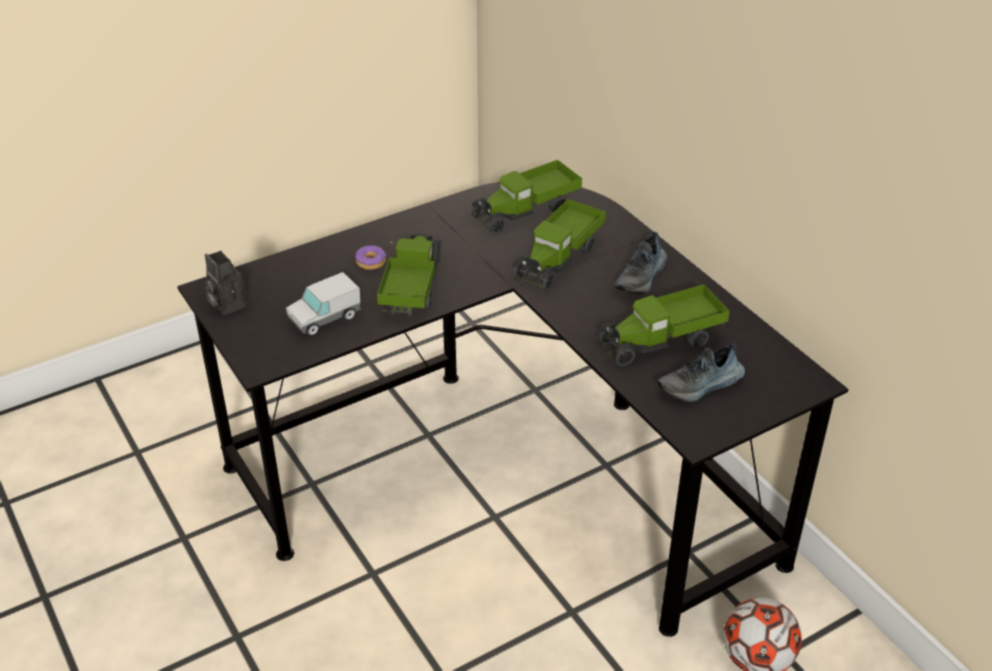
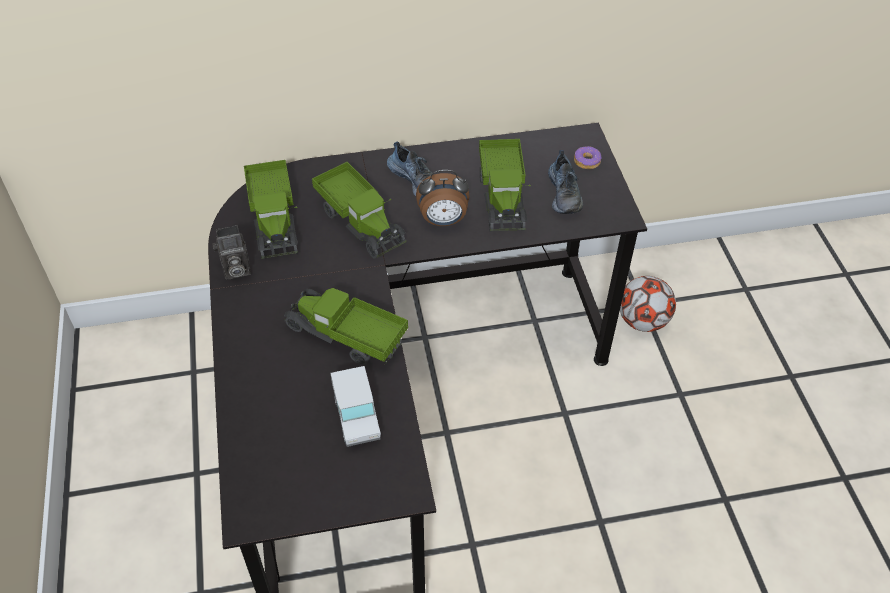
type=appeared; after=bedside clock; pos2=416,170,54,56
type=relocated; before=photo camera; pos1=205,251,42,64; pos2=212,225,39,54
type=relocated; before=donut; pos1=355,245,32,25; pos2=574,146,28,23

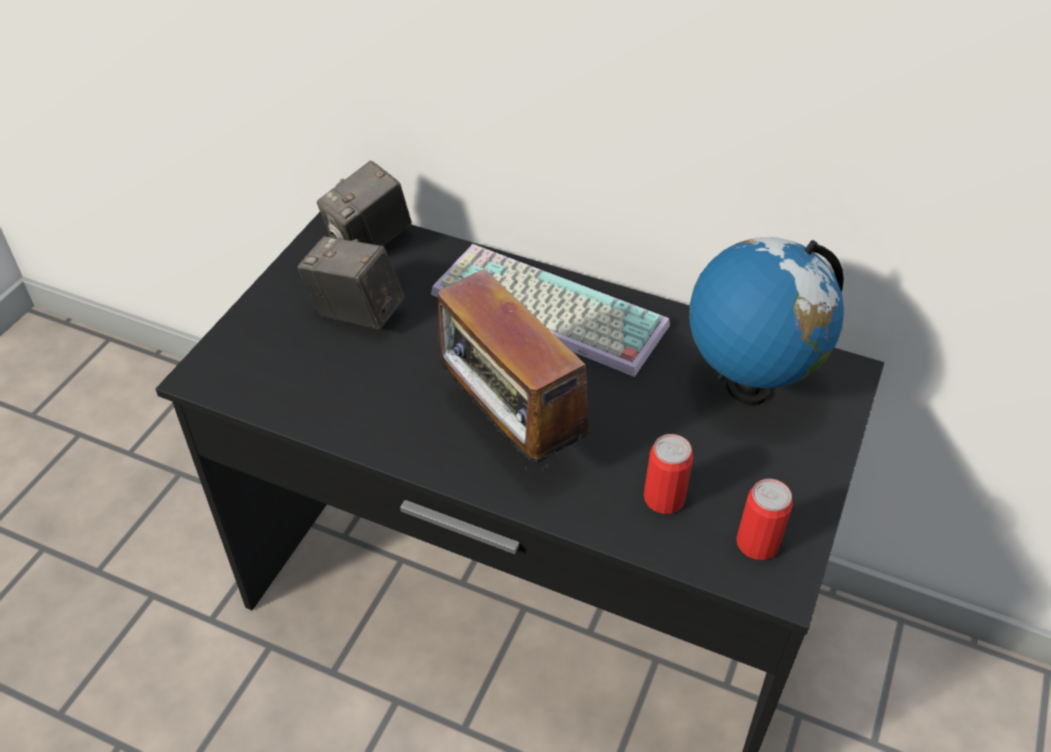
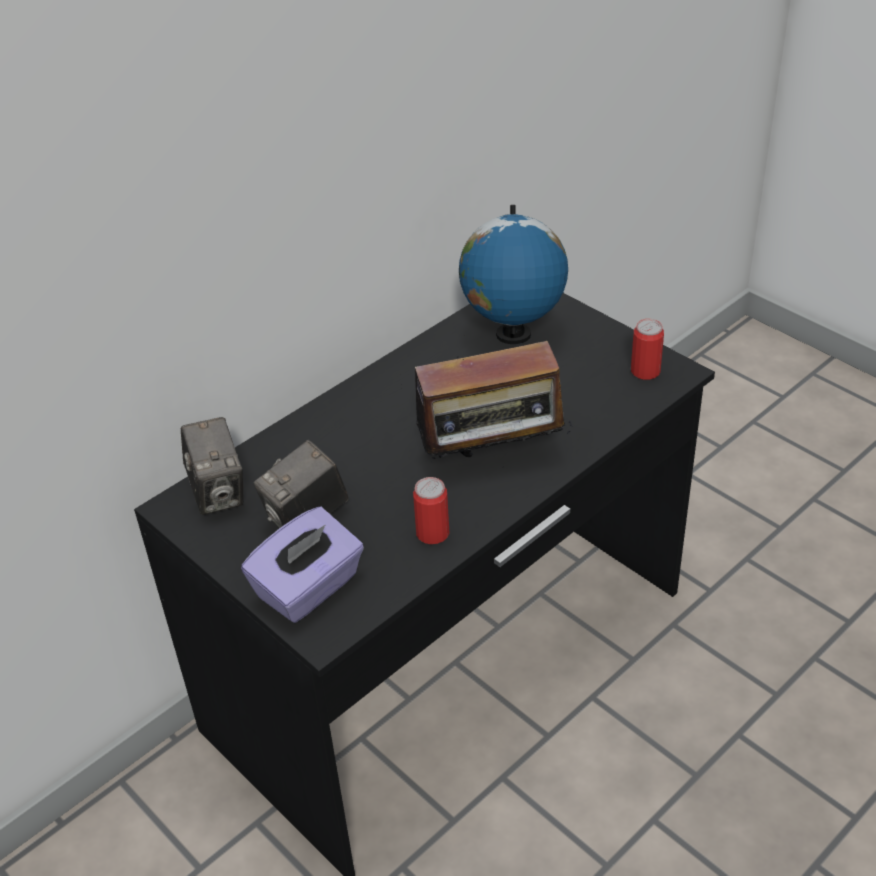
type=missing; before=PC keyboard; pos1=431,244,239,133
type=appeared; after=purple-coloured tissue box; pos2=241,507,123,116
type=relocated; before=metal can; pos1=644,434,49,80; pos2=413,477,36,67

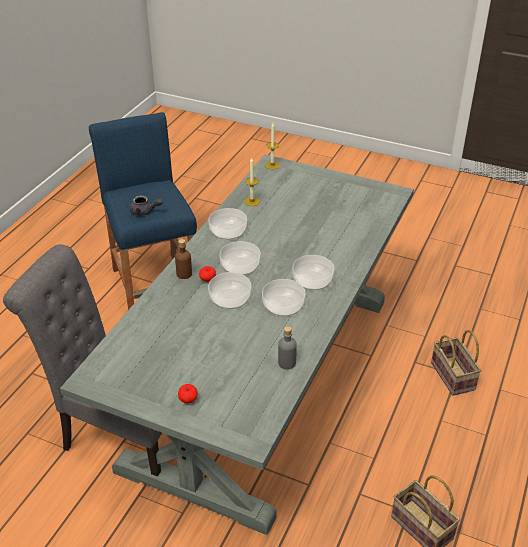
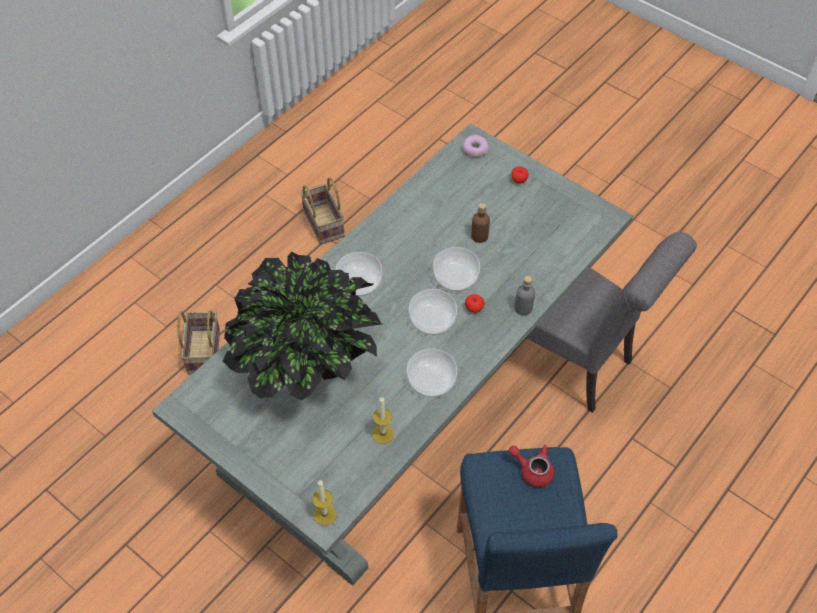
type=missing; before=serving bowl; pos1=262,279,44,38
type=appeared; after=plant in a pot; pos2=223,252,159,149
type=appeared; after=donut; pos2=463,135,26,22
type=relocated; before=brownish drink bottle; pos1=175,239,17,40; pos2=471,203,19,40
type=relocated; before=grey drink bottle; pos1=278,326,19,44; pos2=514,276,21,40
type=colour; before=grey pot for tea; after=red pot for tea; pos1=130,195,33,21; pos2=508,445,46,43

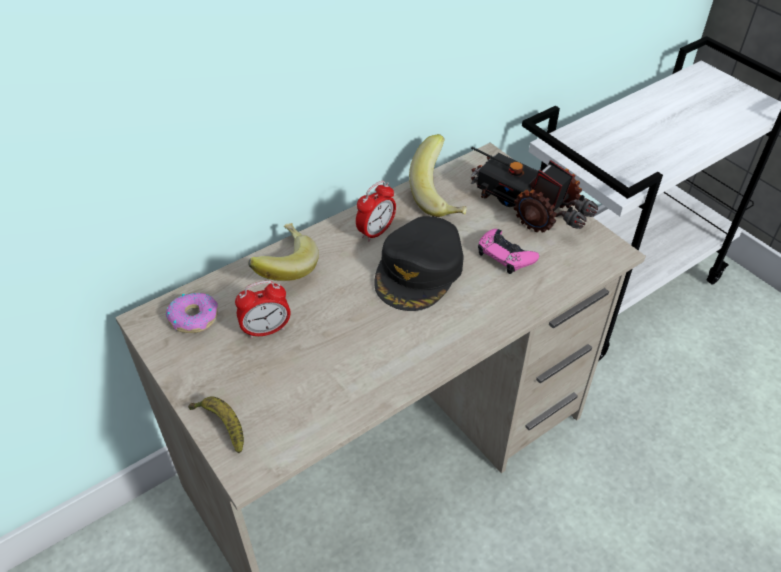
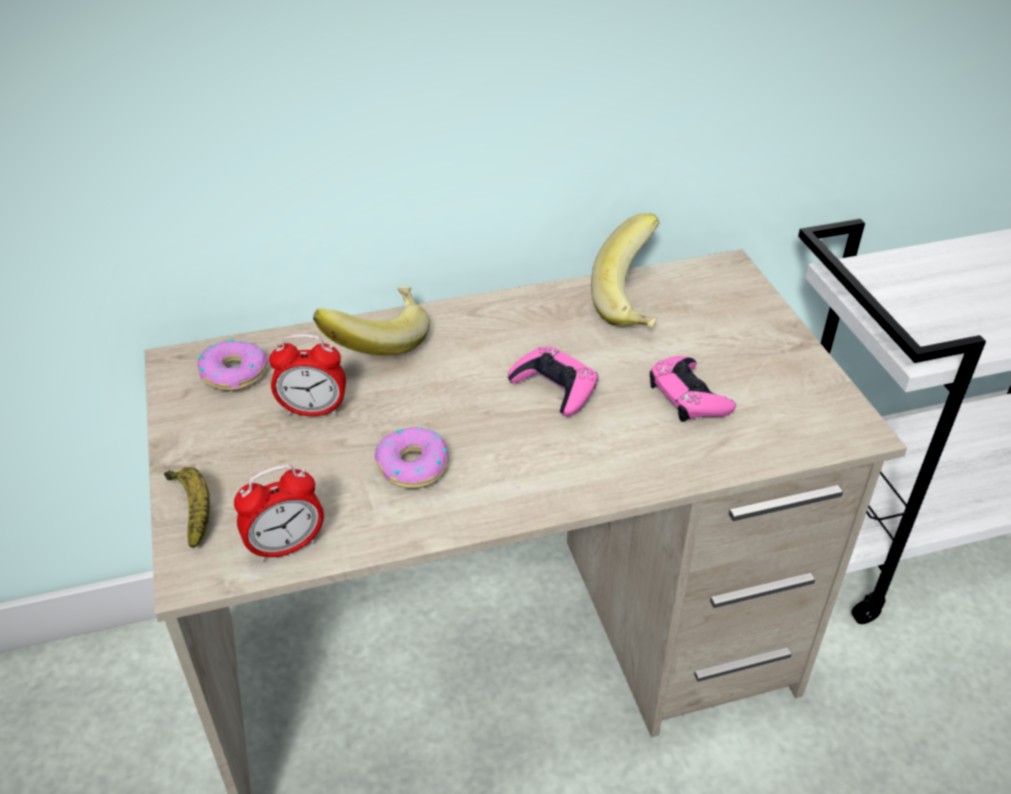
type=missing; before=model truck; pos1=471,147,127,86
type=appeared; after=donut; pos2=375,427,74,62
type=relocated; before=bedside clock; pos1=356,181,40,61; pos2=234,465,90,97
type=exchanged; before=black cap; after=pinkish game controller; pos1=374,216,90,95; pos2=508,346,90,70

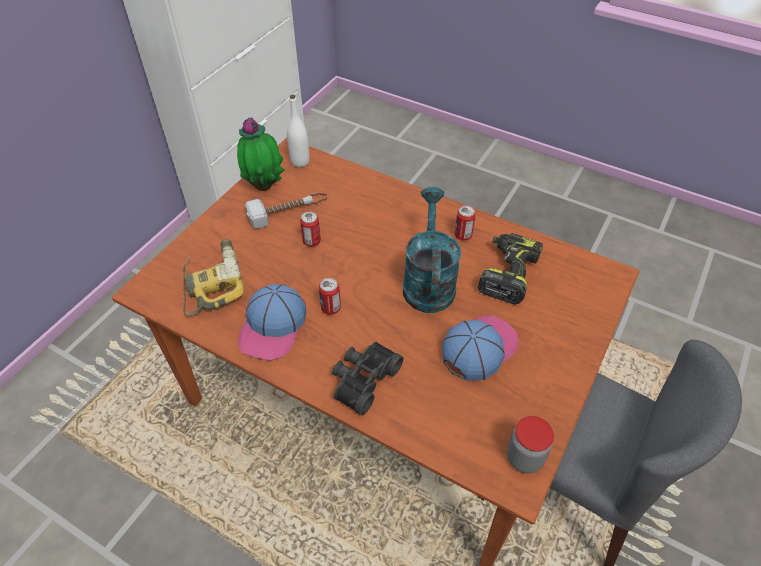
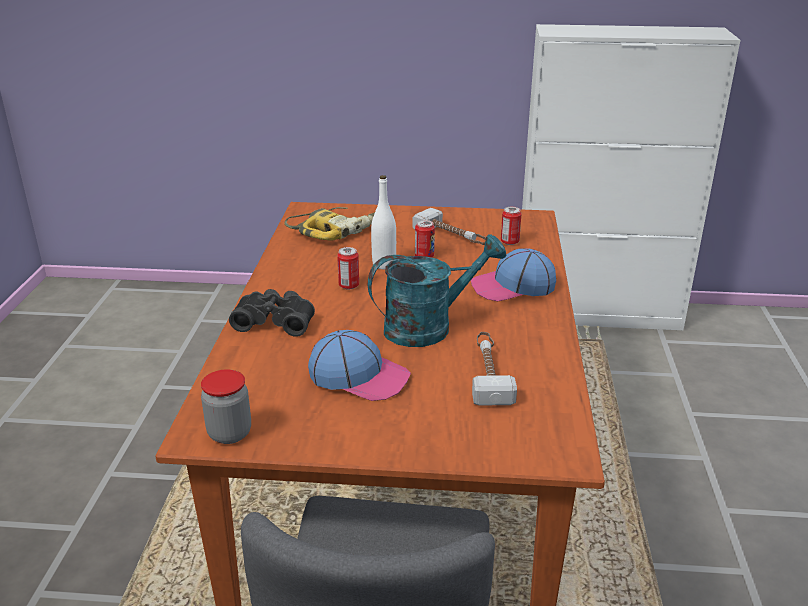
type=missing; before=plant in a pot; pos1=237,117,48,74
type=relocated; before=cap; pos1=238,284,68,77; pos2=471,248,85,53
type=relocated; before=white drink bottle; pos1=287,94,22,73; pos2=371,175,25,94
type=relocated; before=metal can; pos1=455,206,21,34; pos2=501,207,20,38
type=exchanged; before=power drill; after=hammer; pos1=478,233,65,71; pos2=472,332,45,74

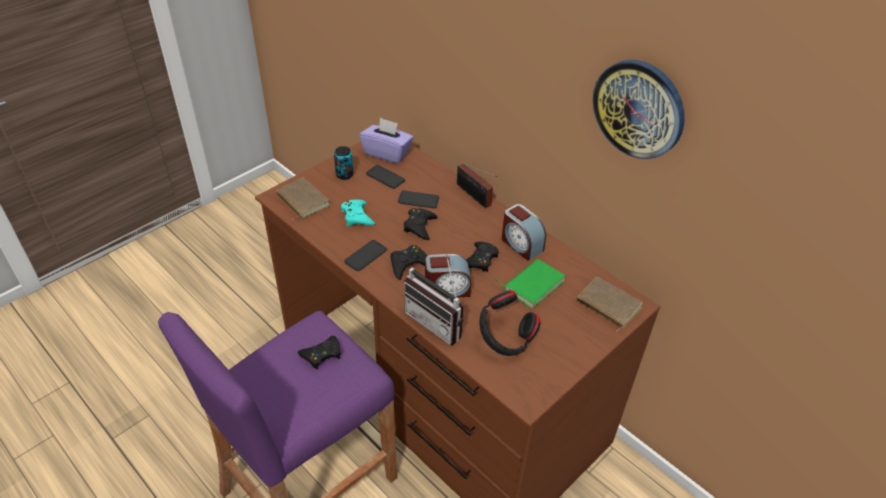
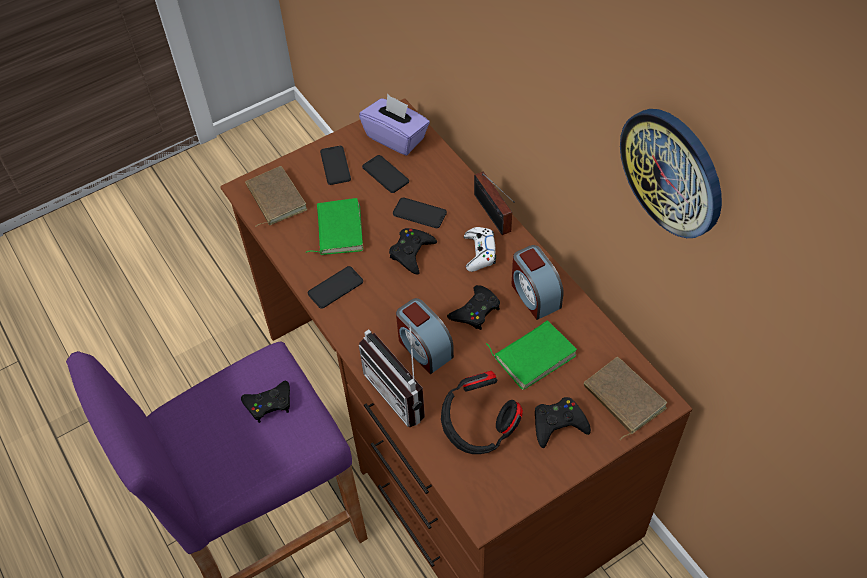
type=appeared; after=white game controller; pos2=464,227,32,45
type=relocated; before=black game controller; pos1=390,245,37,35; pos2=535,397,56,51
type=exchanged; before=metal can; after=phone; pos1=334,146,20,34; pos2=320,146,31,39
type=exchanged; before=blue-green game controller; after=green-coloured volume; pos1=341,199,34,27; pos2=306,198,57,57
type=spun; before=bedside clock; pos1=425,254,46,44; pos2=396,298,58,76; turn=45

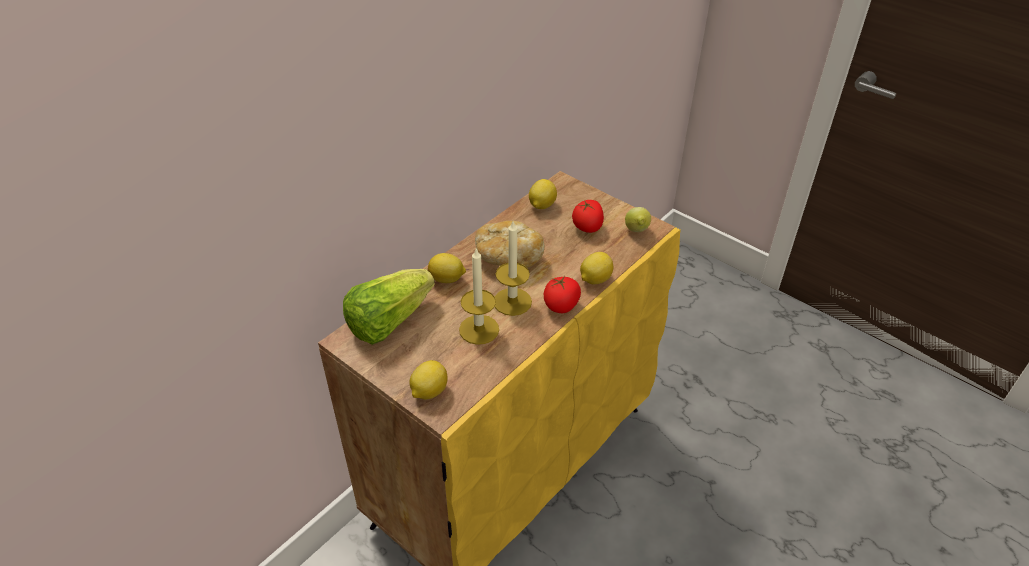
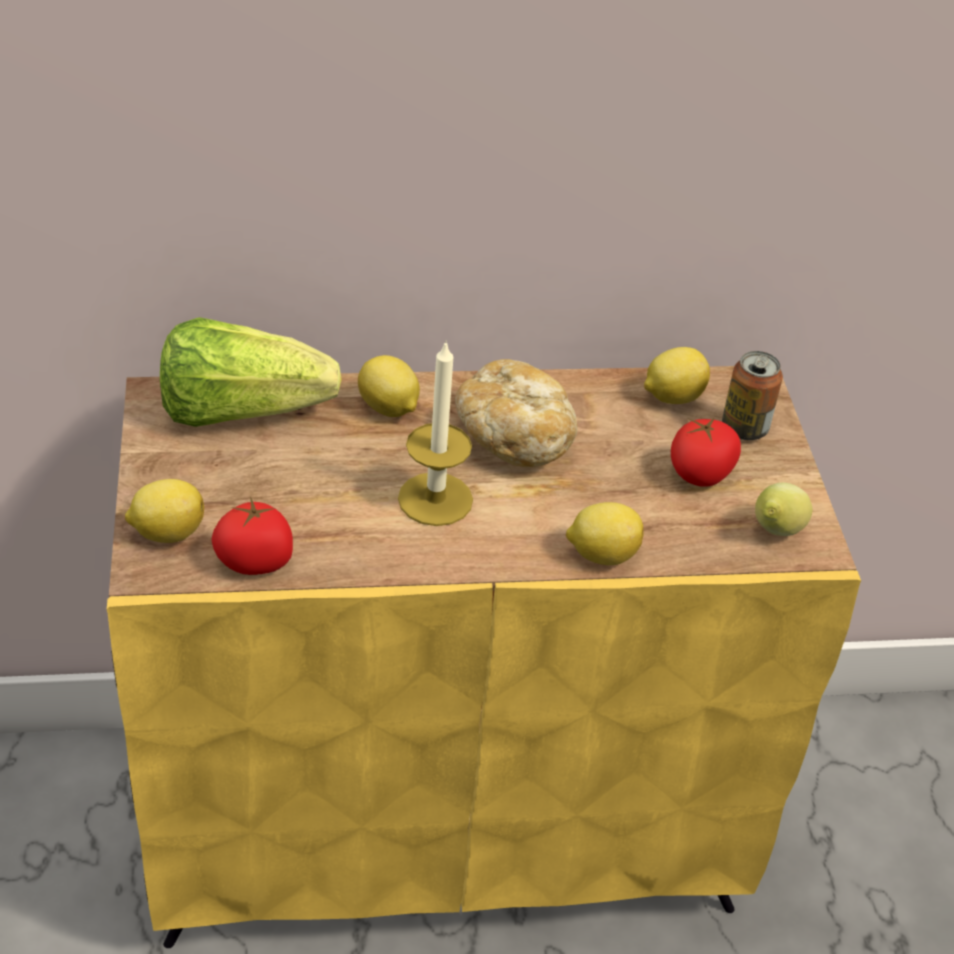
type=missing; before=candle; pos1=459,248,40,97
type=appeared; after=metal can; pos2=722,351,61,89
type=relocated; before=fresh tomato; pos1=544,276,37,37; pos2=212,496,81,79

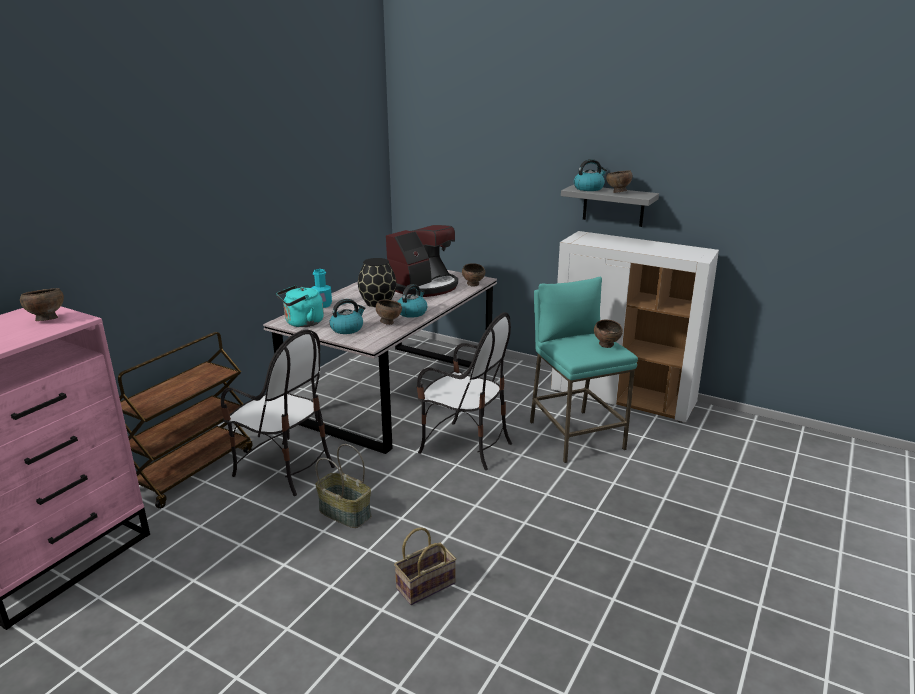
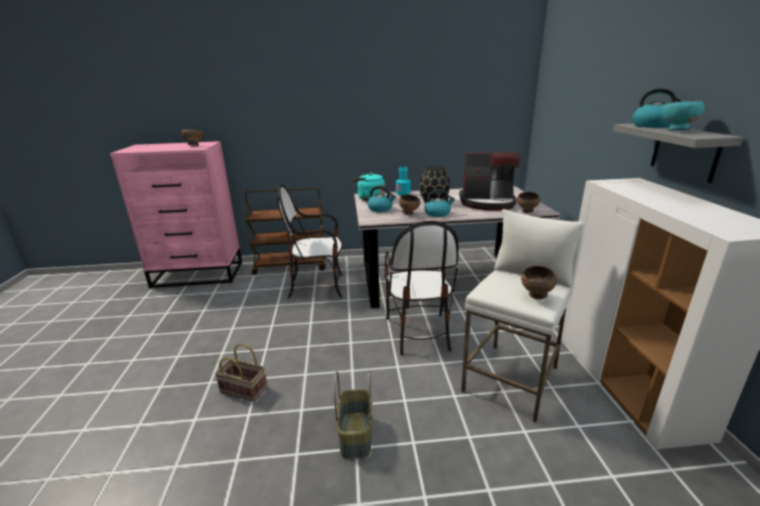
type=relocated; before=basket; pos1=315,444,56,84; pos2=334,370,38,89
type=colour; before=blue-green stool seat; after=white stool seat; pos1=530,277,108,186; pos2=461,209,123,213
type=colour; before=brownish serving bowl; after=blue-green serving bowl; pos1=606,170,26,23; pos2=662,101,42,30
type=spun; before=chair; pos1=221,330,114,166; pos2=277,184,66,114; turn=90

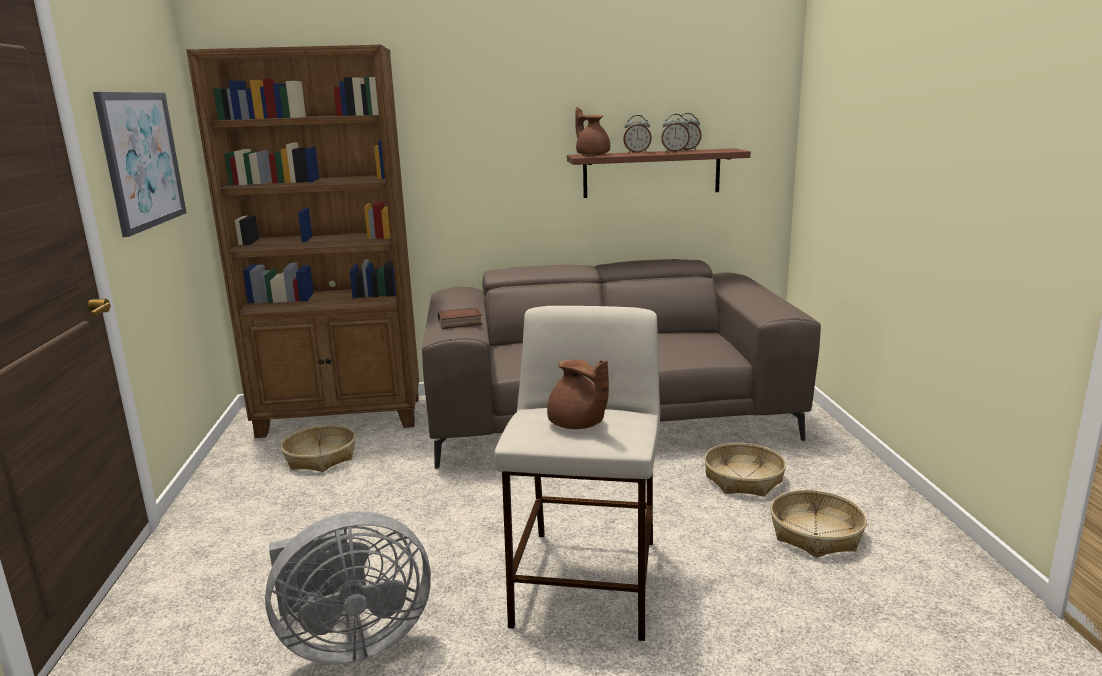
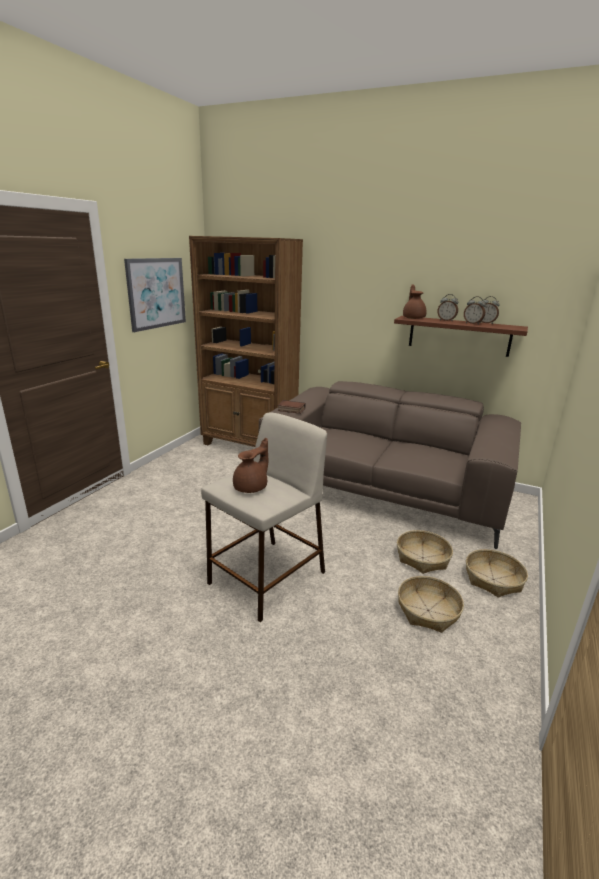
type=missing; before=grey fan; pos1=265,511,166,153
type=relocated; before=basket; pos1=281,425,75,47; pos2=466,549,62,48
type=spun; before=brownish pot for tea; pos1=547,359,62,70; pos2=233,438,35,55; turn=-135

